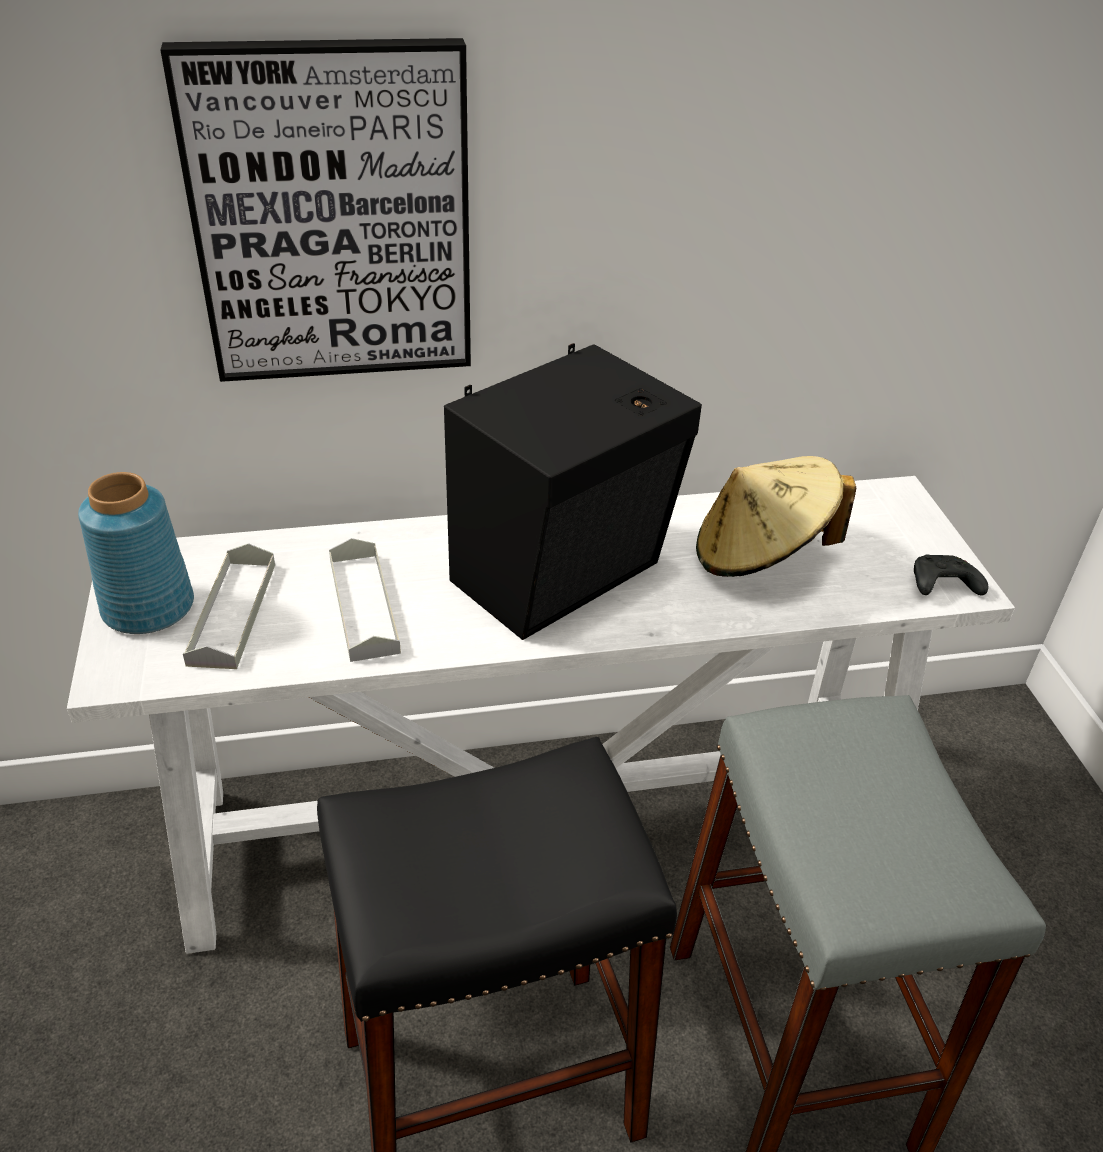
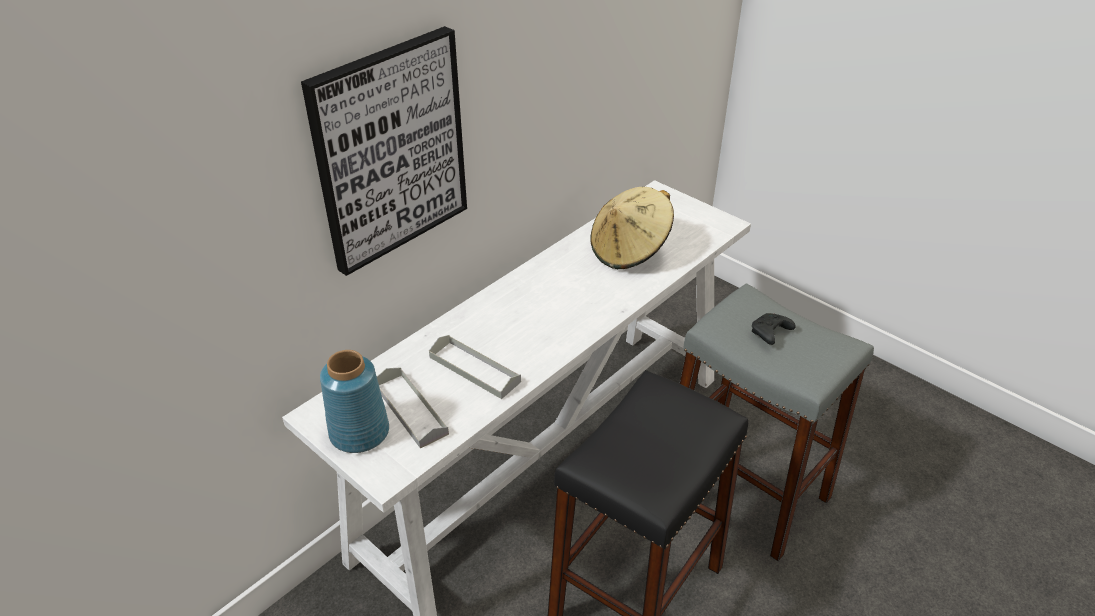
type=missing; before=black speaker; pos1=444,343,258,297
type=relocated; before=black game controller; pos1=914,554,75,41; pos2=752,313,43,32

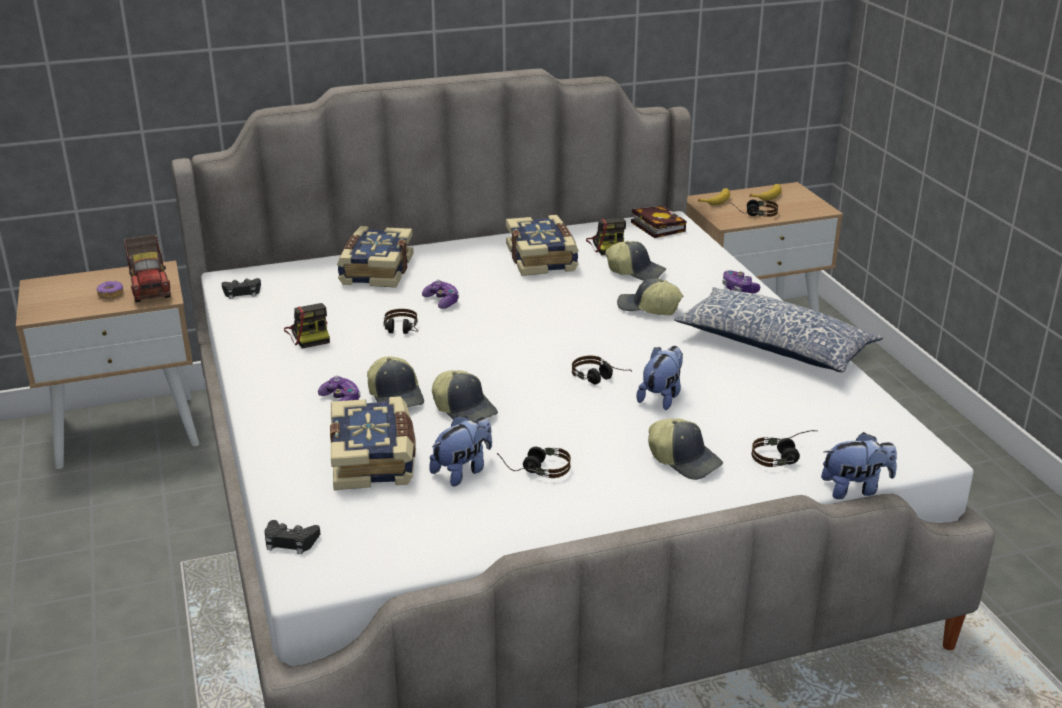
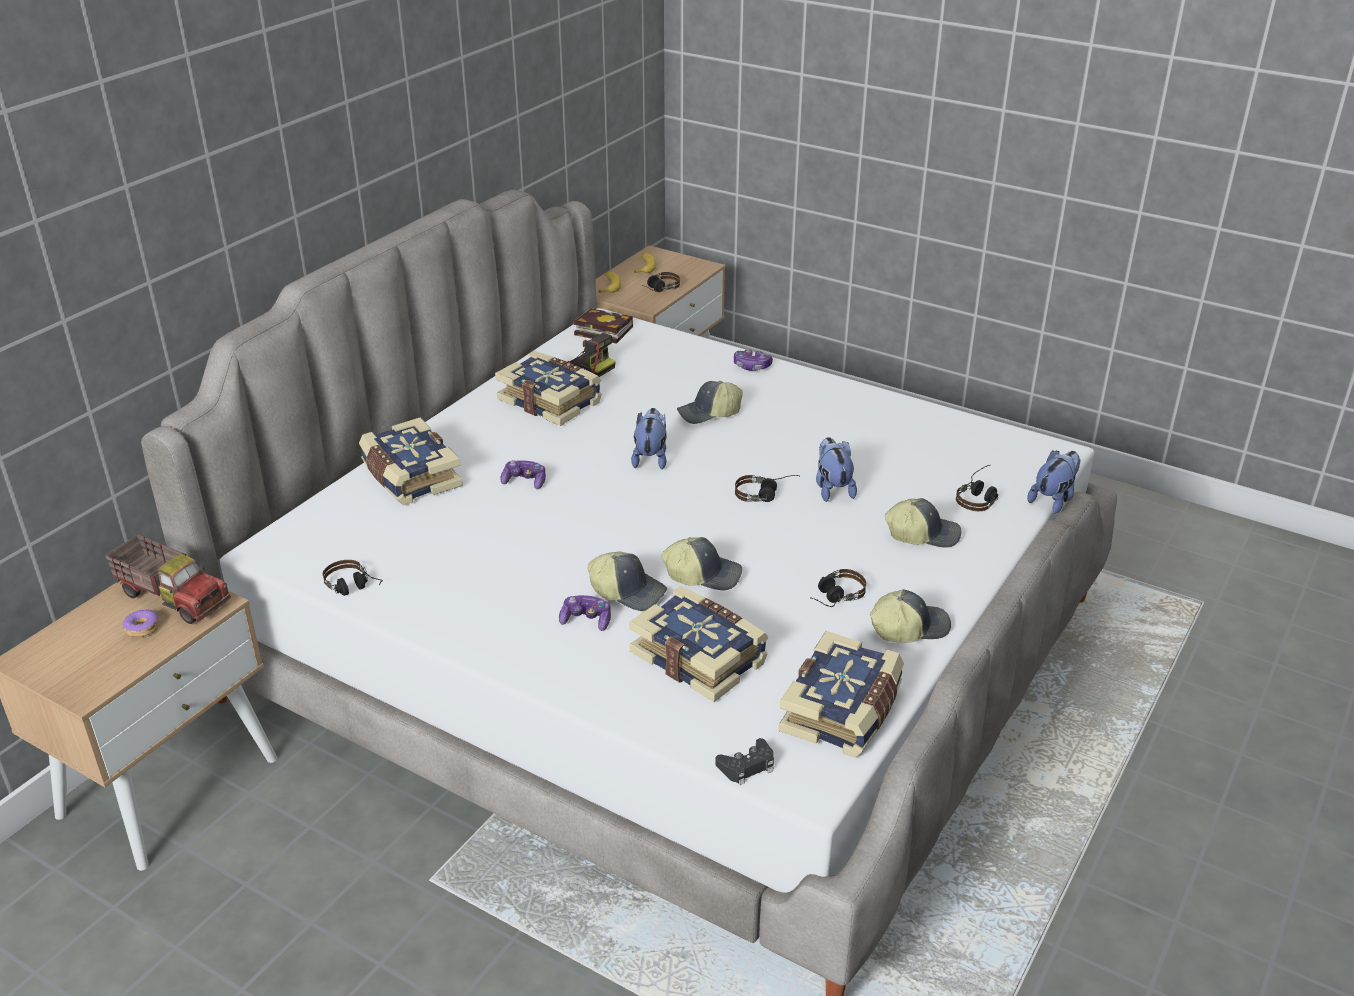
type=missing; before=black game controller; pos1=221,278,40,21
type=missing; before=photo camera; pos1=284,303,46,46
type=missing; before=pillow; pos1=674,287,209,85
type=appeared; after=volume; pos2=779,631,125,127
type=relocated; before=headphones; pos1=383,309,35,25; pos2=323,560,60,36
type=relocated; before=plush toy; pos1=429,415,63,72; pos2=631,408,36,61
type=relocated; before=cap; pos1=605,241,61,40; pos2=870,589,81,54

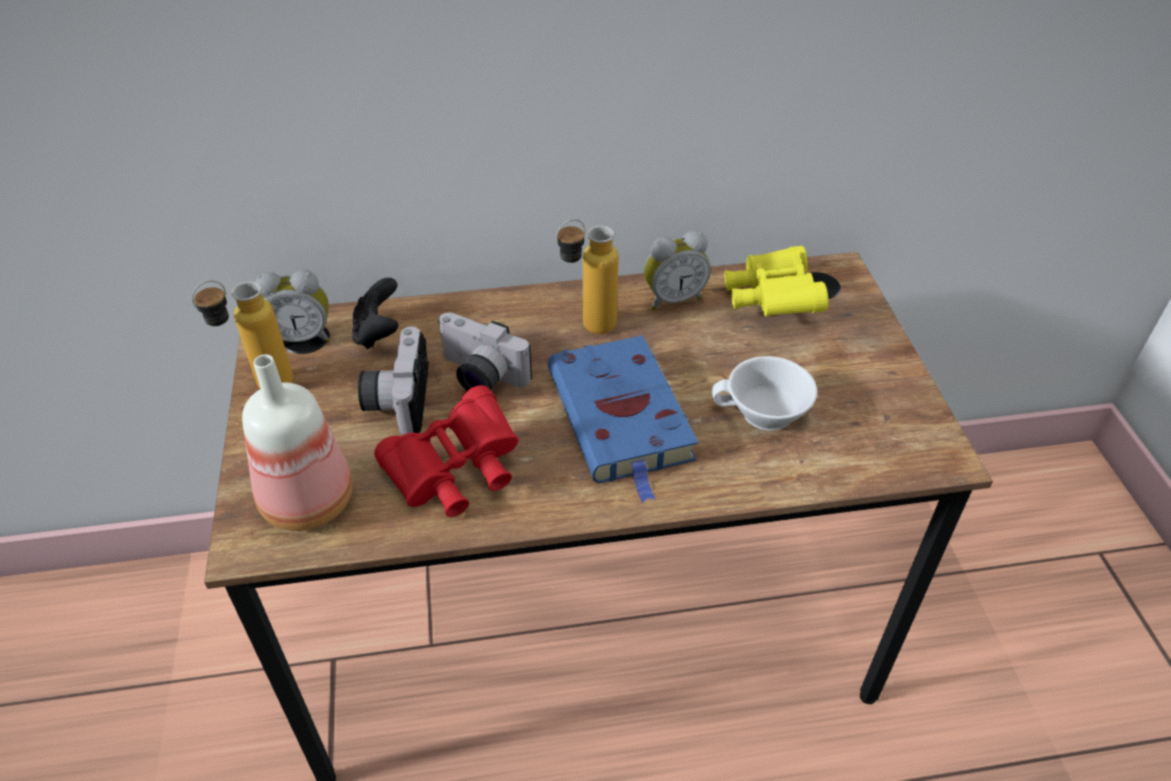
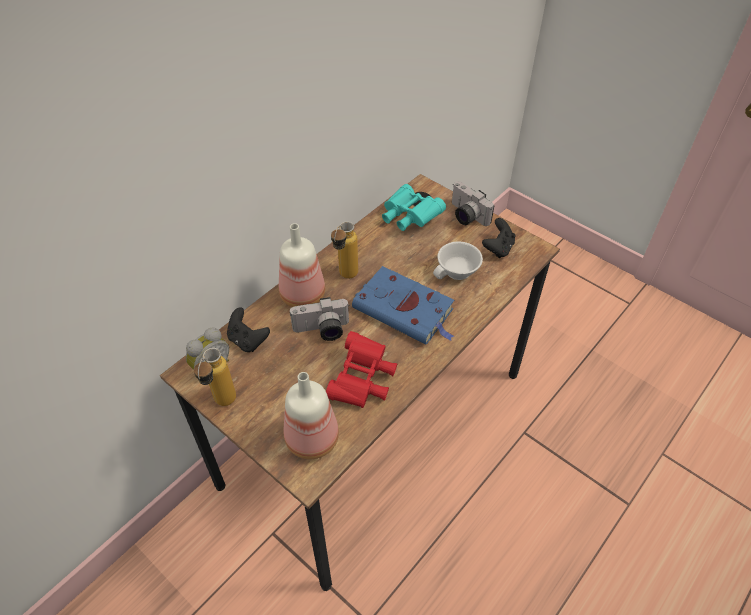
type=missing; before=bedside clock; pos1=644,230,67,80
type=appeared; after=drink bottle; pos2=279,223,46,84
type=appeared; after=black game controller; pos2=482,218,33,40
type=relocated; before=photo camera; pos1=358,326,71,109; pos2=452,181,42,45
type=colour; before=yellow-coloured pair of binoculars; after=blue-green pair of binoculars; pos1=725,246,103,71; pos2=382,184,64,47

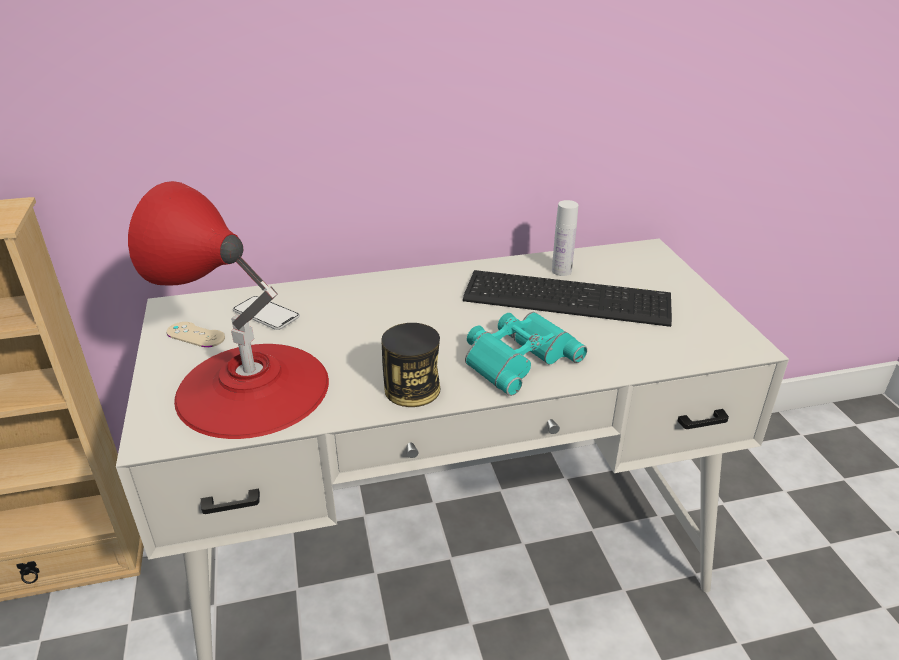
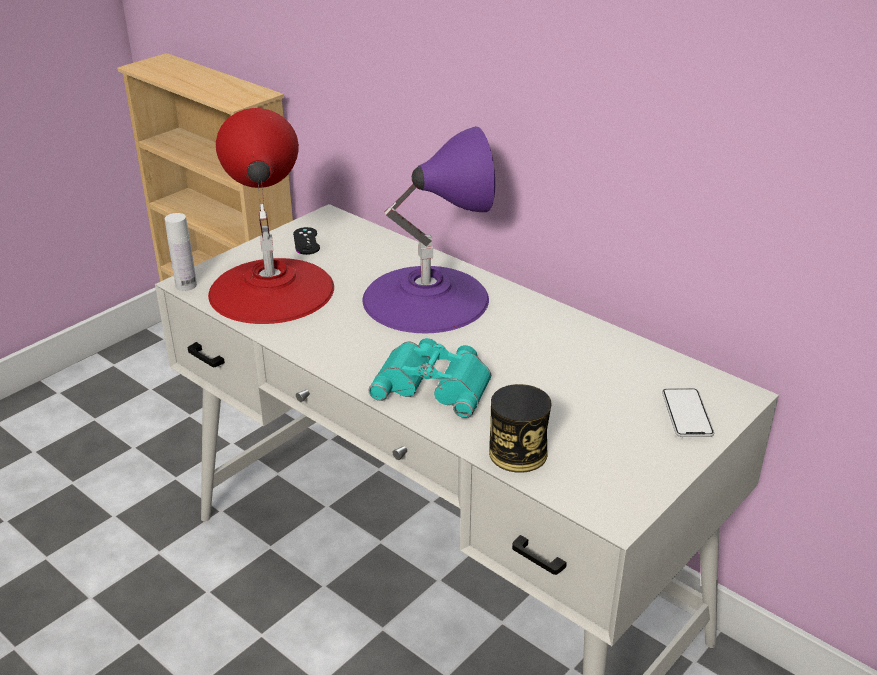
type=missing; before=PC keyboard; pos1=463,270,209,57
type=appeared; after=purple-coloured table lamp; pos2=363,126,132,207
type=relocated; before=phone; pos1=233,296,67,34; pos2=662,388,52,49
type=relocated; before=metal can; pos1=381,323,59,84; pos2=489,384,63,89
type=relocated; before=white drink bottle; pos1=552,200,26,76; pos2=165,213,32,78
type=colour; before=beige game controller; after=black game controller; pos1=167,322,58,26; pos2=293,227,27,28

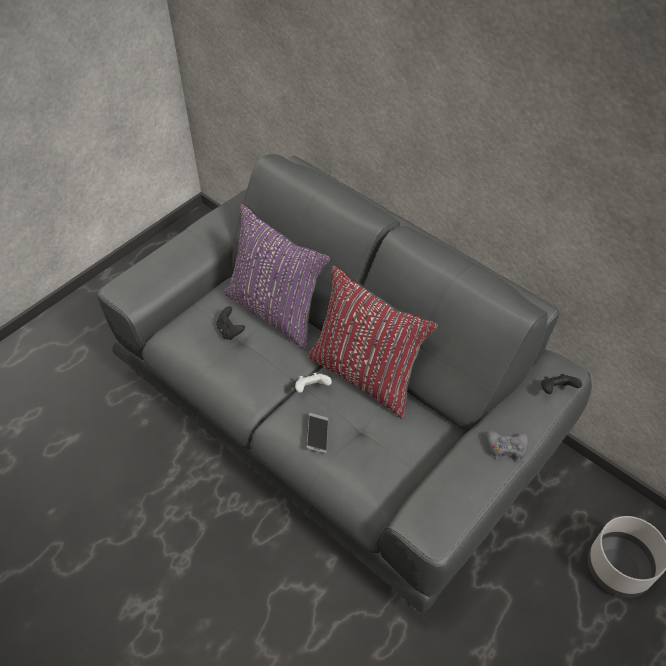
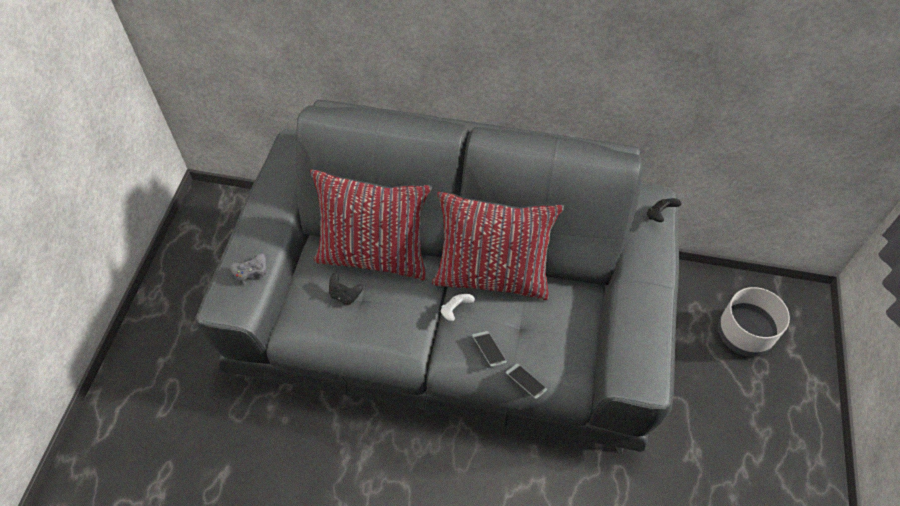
type=appeared; after=phone; pos2=505,364,42,35
type=relocated; before=grey game controller; pos1=487,431,41,30; pos2=229,253,38,32
type=colour; before=purple-coloured pillow; after=red pillow; pos1=224,204,107,147; pos2=310,169,122,112

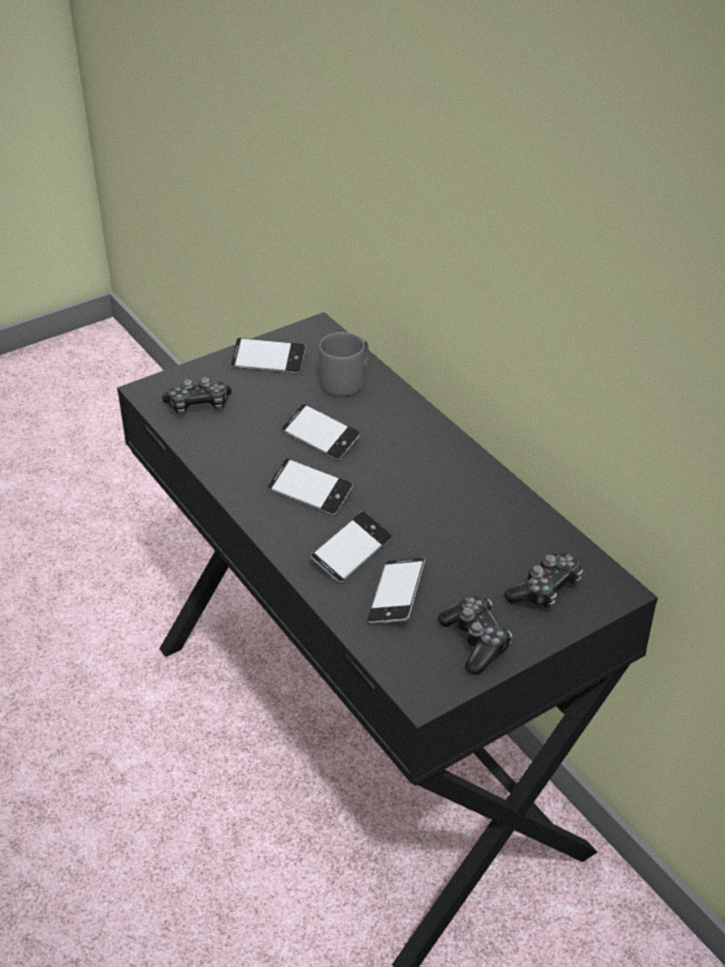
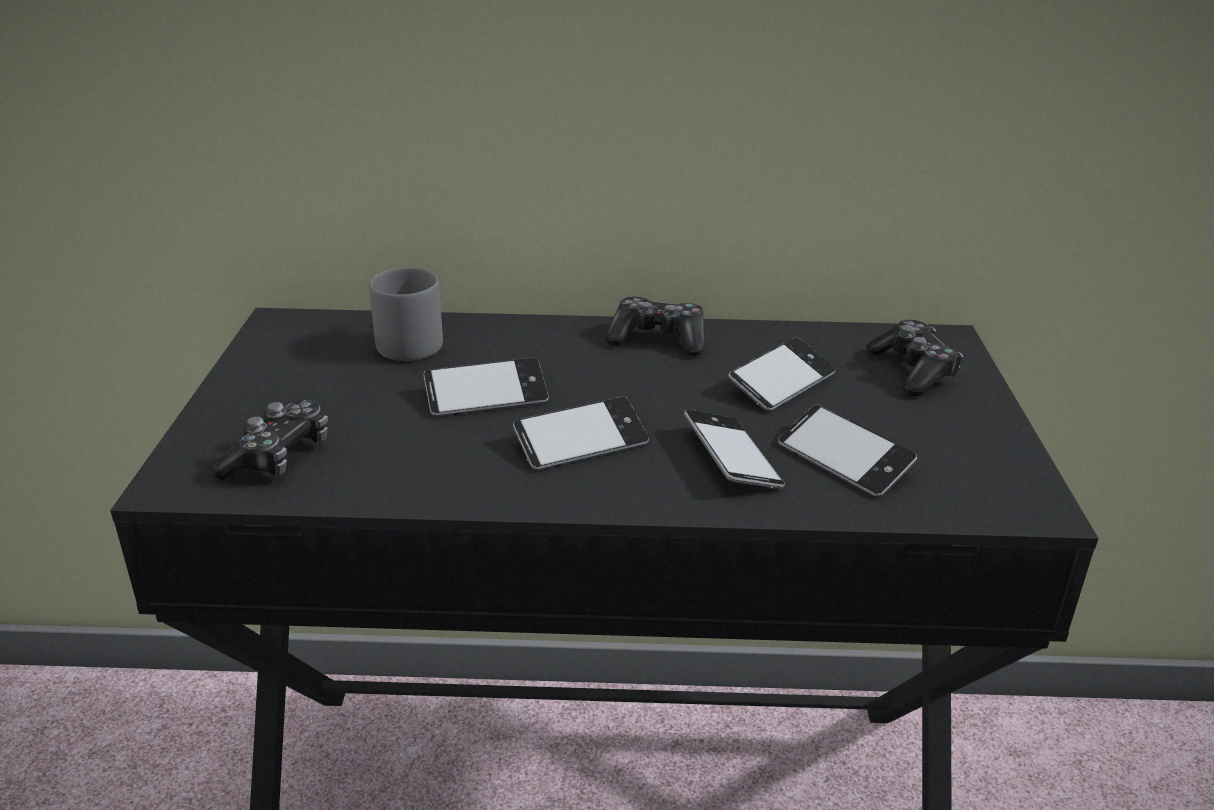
type=relocated; before=phone; pos1=231,338,75,36; pos2=728,337,107,75
type=relocated; before=game controller; pos1=438,595,74,79; pos2=605,296,100,60

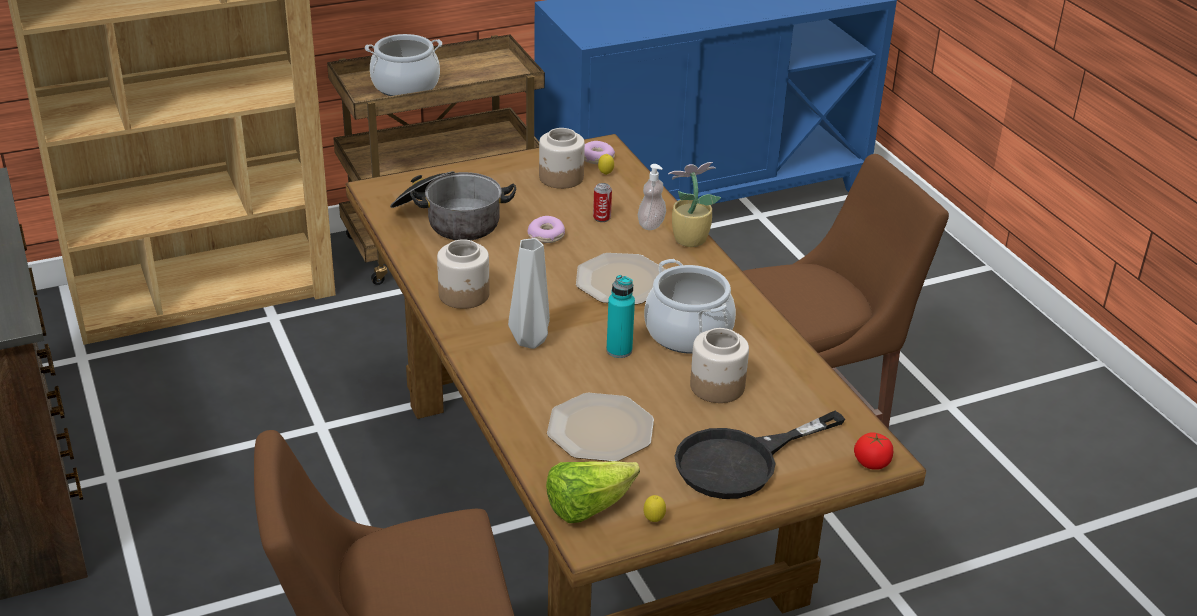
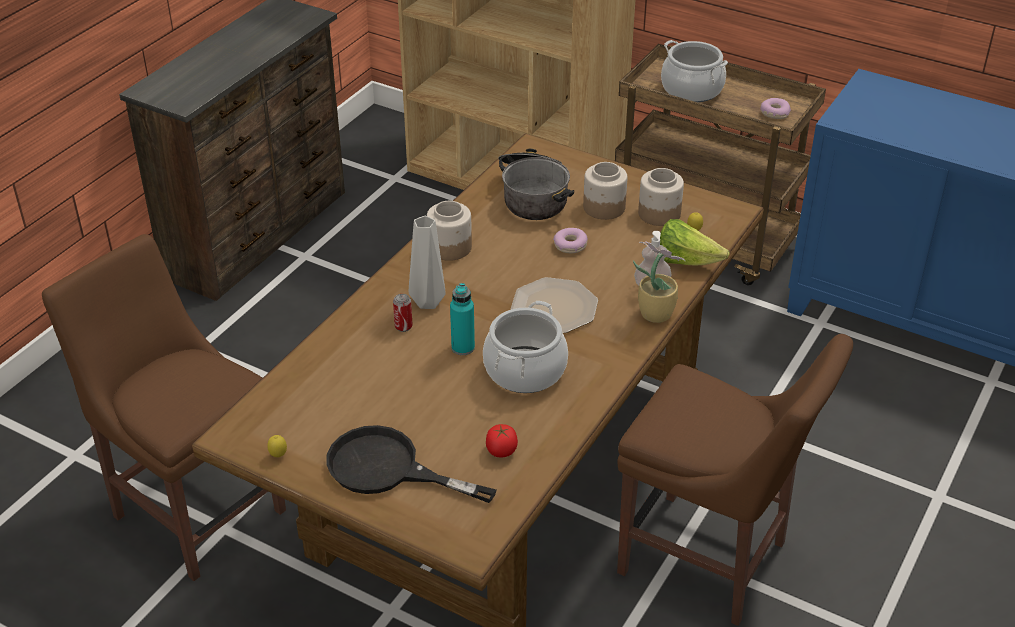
type=missing; before=flat dish; pos1=547,393,107,68
type=relocated; before=lettuce; pos1=546,461,94,62; pos2=660,219,70,47
type=relocated; before=donut; pos1=584,141,31,23; pos2=760,98,31,21
type=relocated; before=metal can; pos1=593,183,19,39; pos2=393,294,20,38
type=relocated; before=jar; pos1=690,328,59,75; pos2=583,162,44,58
type=relocated; before=fresh tomato; pos1=854,432,39,38; pos2=486,424,32,33

